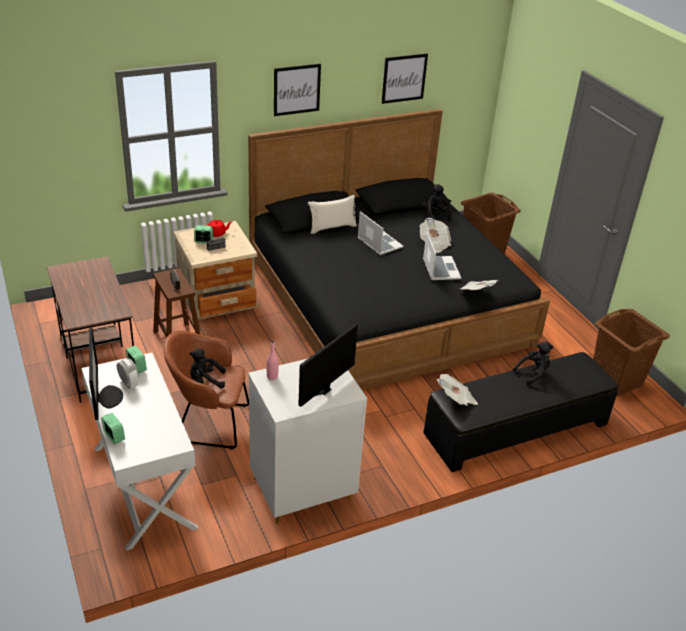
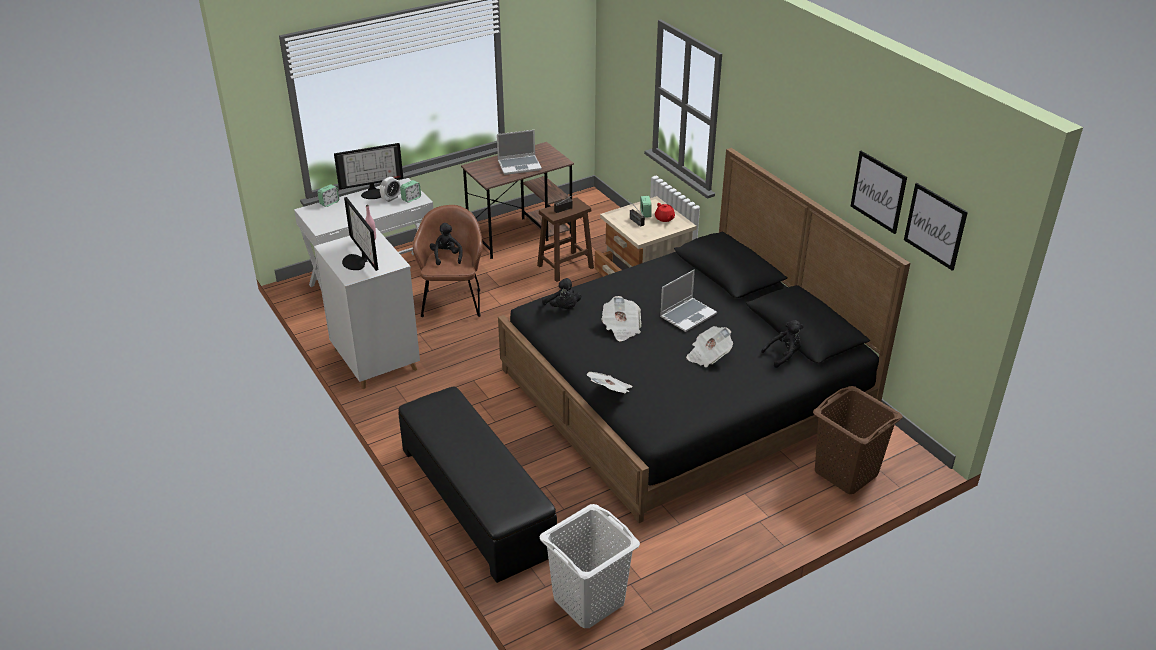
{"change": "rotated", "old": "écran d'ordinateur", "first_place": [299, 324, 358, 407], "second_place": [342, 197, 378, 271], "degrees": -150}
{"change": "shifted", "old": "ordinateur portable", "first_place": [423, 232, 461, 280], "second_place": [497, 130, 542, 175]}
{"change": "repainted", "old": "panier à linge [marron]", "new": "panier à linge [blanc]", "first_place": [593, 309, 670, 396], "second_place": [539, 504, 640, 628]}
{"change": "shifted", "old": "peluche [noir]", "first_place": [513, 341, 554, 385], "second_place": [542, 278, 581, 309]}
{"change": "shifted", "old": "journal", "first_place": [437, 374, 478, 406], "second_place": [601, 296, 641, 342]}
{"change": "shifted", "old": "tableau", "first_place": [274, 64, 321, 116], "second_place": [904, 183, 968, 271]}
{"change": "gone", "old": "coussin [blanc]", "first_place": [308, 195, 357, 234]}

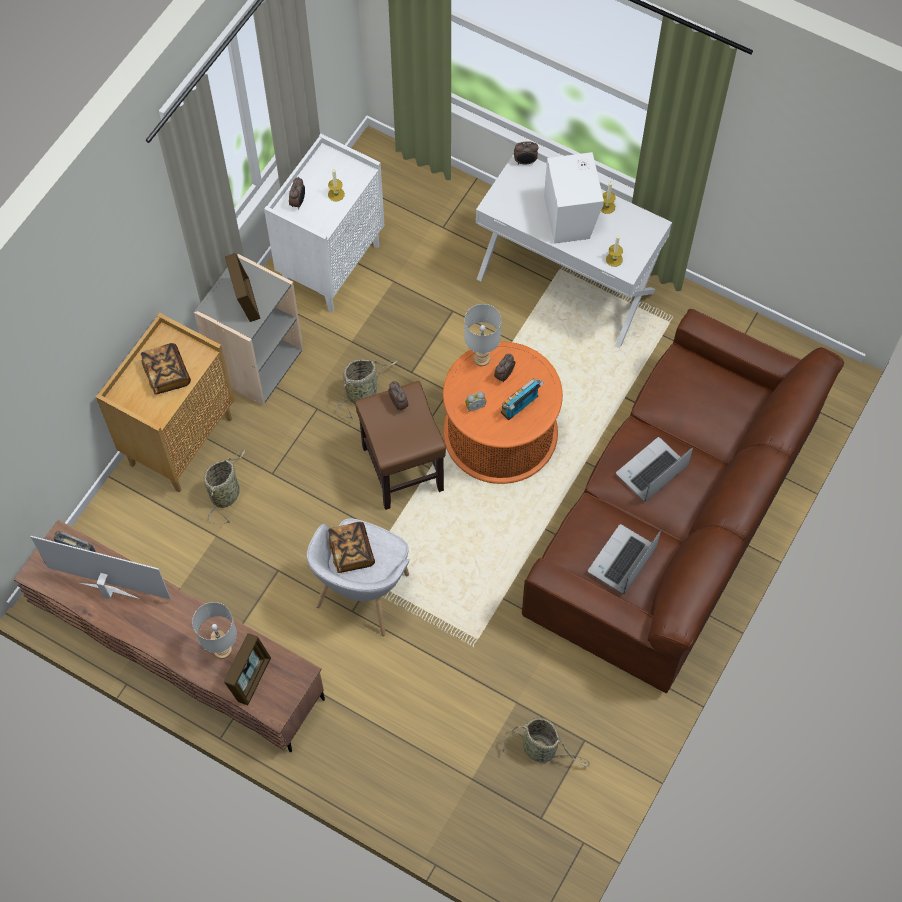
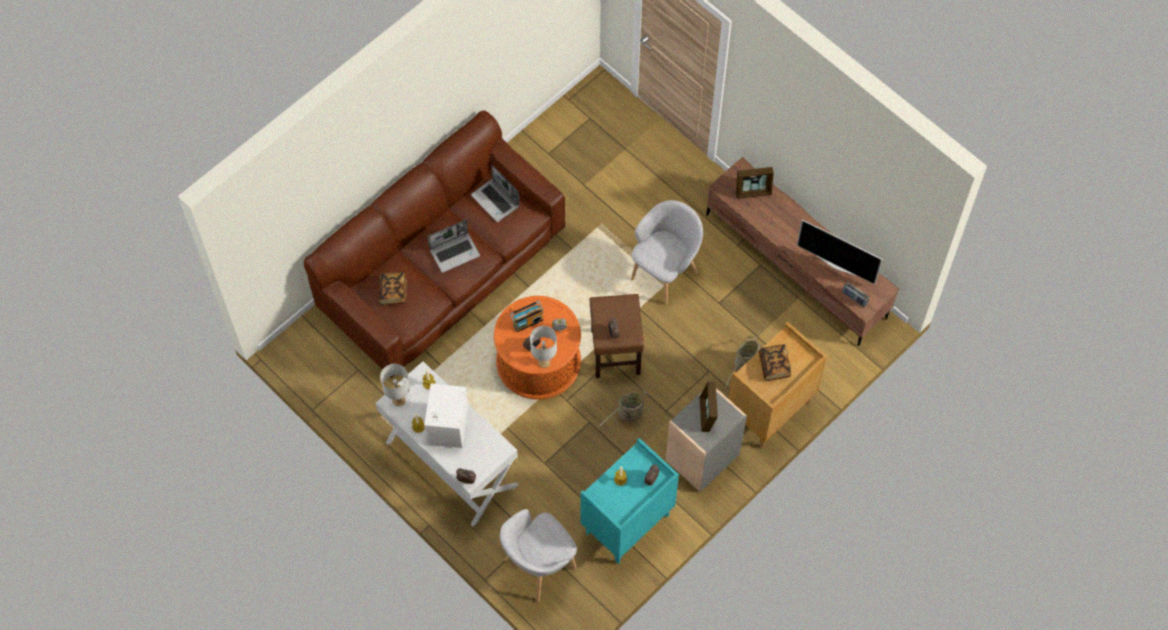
{"change": "shifted", "old": "livre", "first_place": [328, 522, 375, 573], "second_place": [379, 272, 407, 305]}
{"change": "shifted", "old": "lampe de table [gris]", "first_place": [192, 602, 237, 659], "second_place": [380, 364, 410, 406]}
{"change": "rotated", "old": "ordinateur portable", "first_place": [588, 524, 661, 594], "second_place": [471, 165, 520, 222], "degrees": 90}
{"change": "new", "new": "fauteuil [gris]", "second_place": [500, 509, 577, 602]}
{"change": "repainted", "old": "meuble de rangement [blanc]", "new": "meuble de rangement [turquoise]", "first_place": [264, 134, 385, 312], "second_place": [580, 438, 679, 564]}
{"change": "rotated", "old": "cadre photo", "first_place": [224, 633, 271, 705], "second_place": [736, 167, 774, 199], "degrees": -135}
{"change": "gone", "old": "panier", "first_place": [503, 718, 590, 767]}

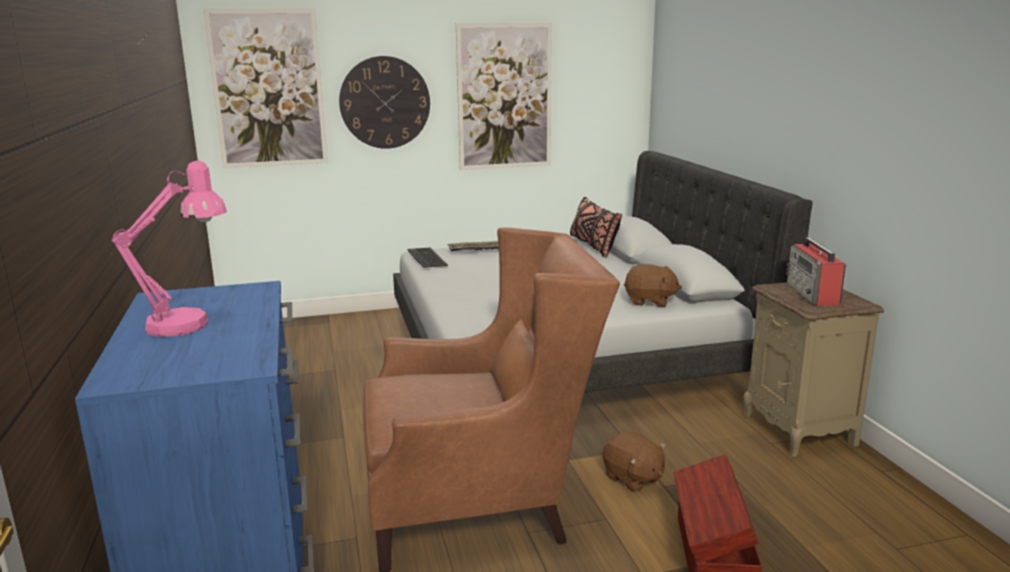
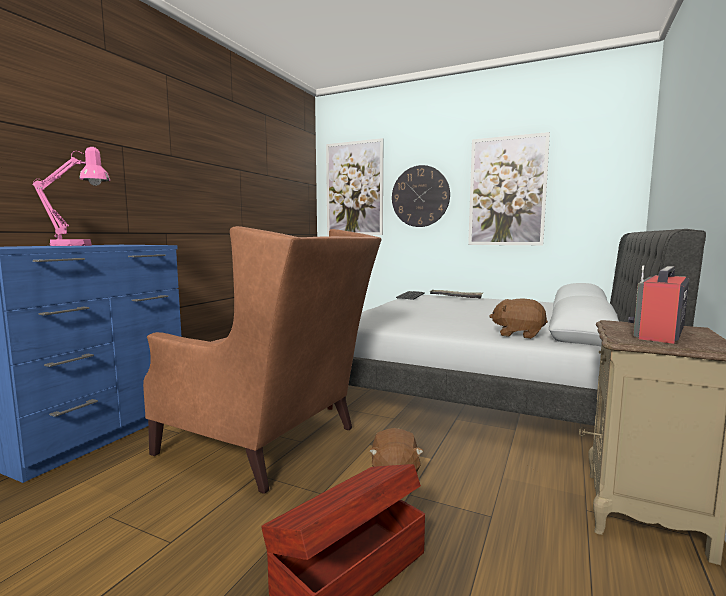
{"change": "rotated", "old": "peluche [marron]", "first_place": [624, 264, 682, 307], "second_place": [489, 299, 548, 339], "degrees": 150}
{"change": "gone", "old": "coussin [noir]", "first_place": [570, 197, 622, 258]}

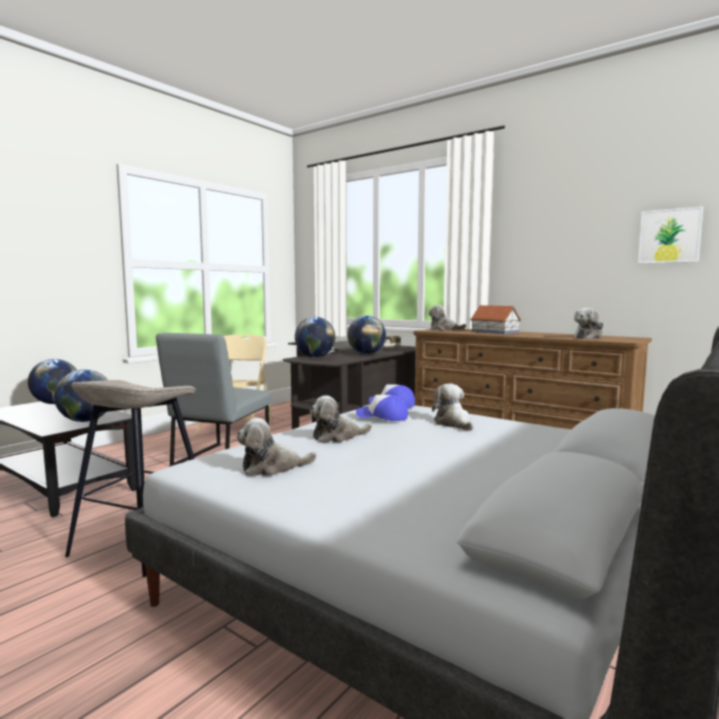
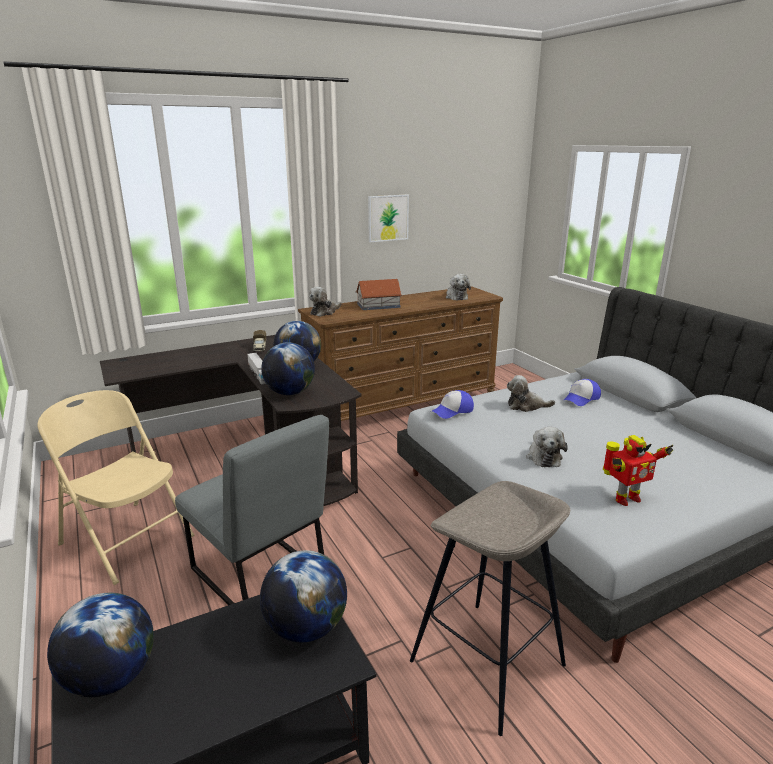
{"change": "shifted", "old": "tableau", "first_place": [638, 206, 703, 264], "second_place": [368, 194, 409, 242]}
{"change": "shifted", "old": "casquette", "first_place": [356, 395, 408, 421], "second_place": [564, 379, 601, 406]}
{"change": "swapped", "old": "peluche", "new": "robot jouet", "first_place": [237, 418, 317, 476], "second_place": [603, 435, 674, 506]}

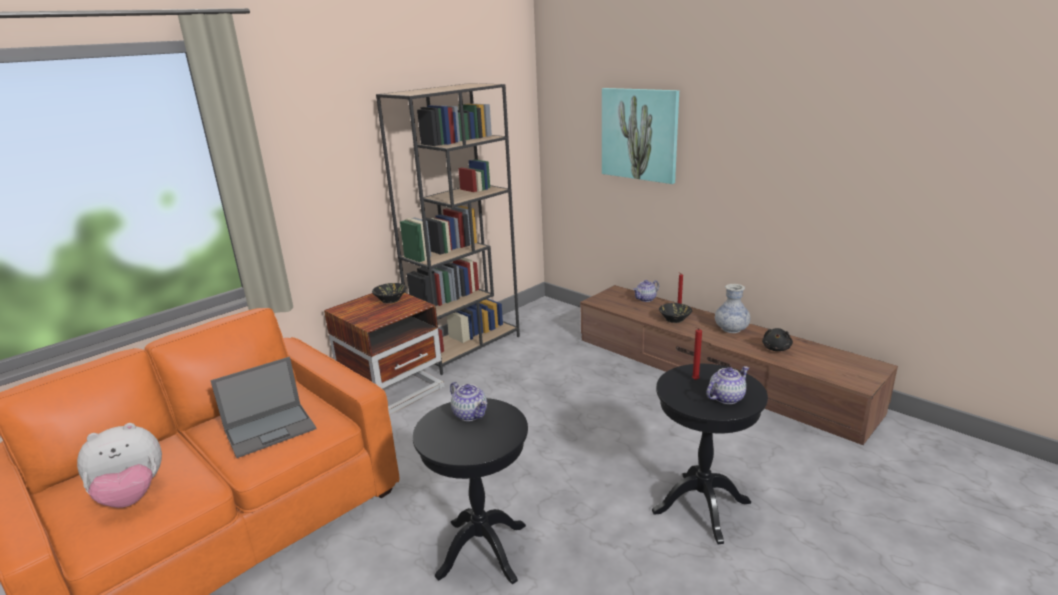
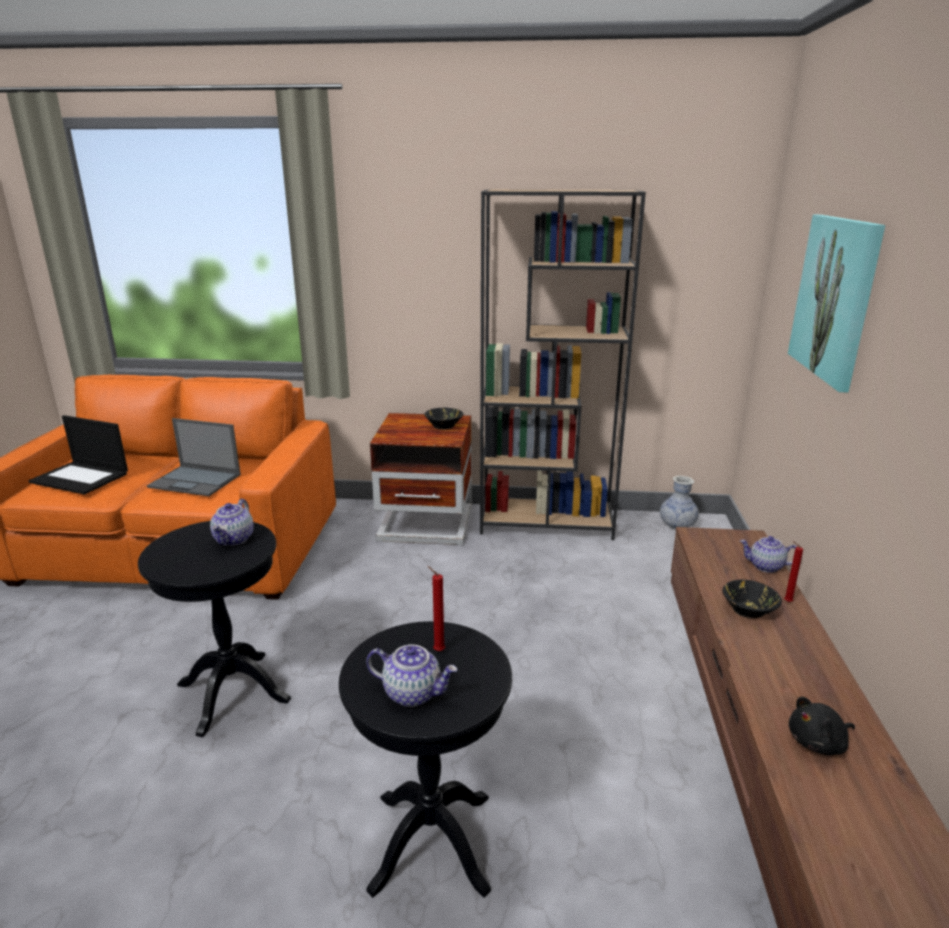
{"change": "swapped", "old": "peluche", "new": "ordinateur portable", "first_place": [77, 423, 162, 508], "second_place": [28, 415, 128, 495]}
{"change": "shifted", "old": "vase", "first_place": [715, 284, 751, 333], "second_place": [660, 475, 699, 529]}

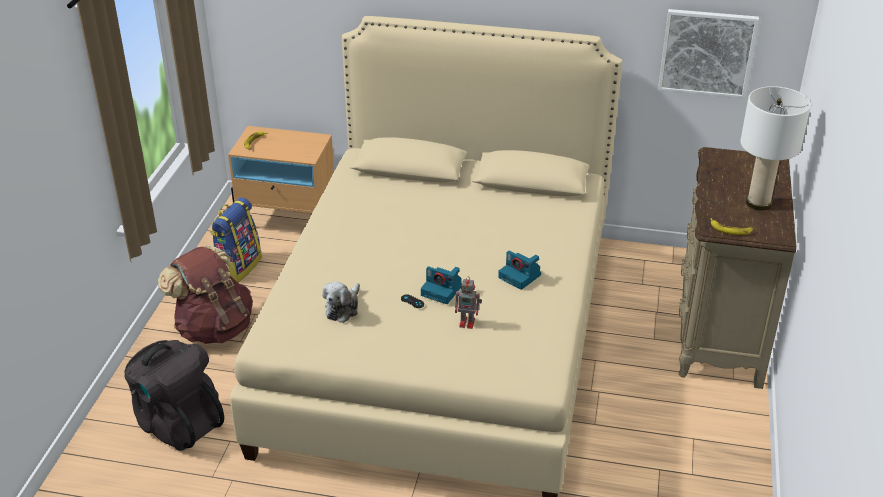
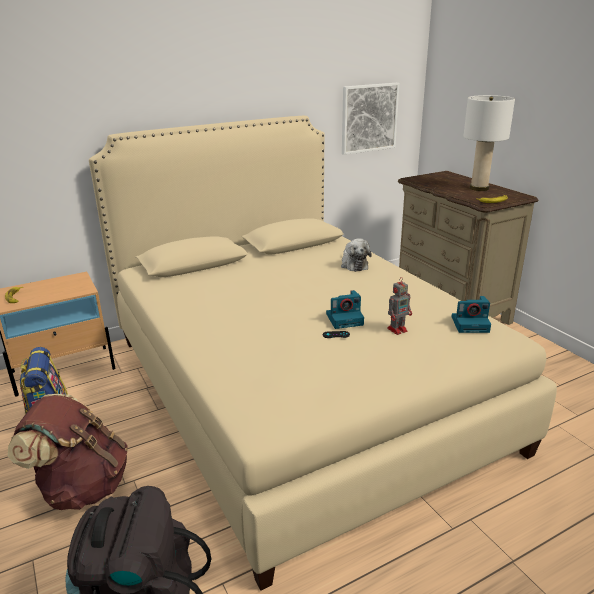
{"change": "shifted", "old": "peluche", "first_place": [322, 282, 360, 323], "second_place": [341, 238, 372, 272]}
{"change": "shifted", "old": "appareil photo", "first_place": [498, 251, 541, 290], "second_place": [451, 296, 491, 333]}

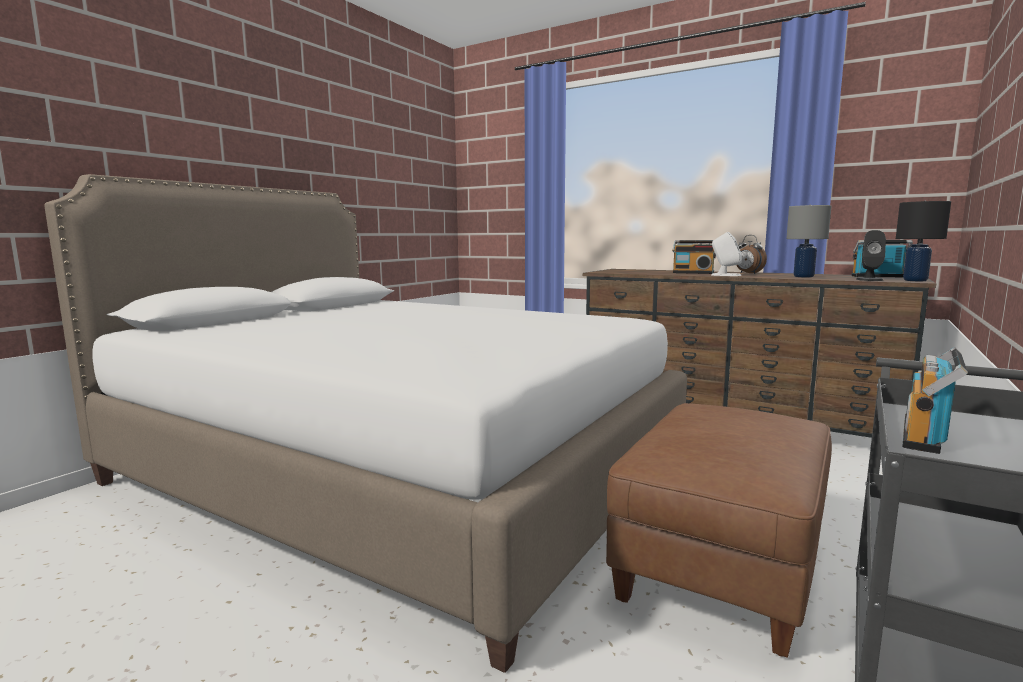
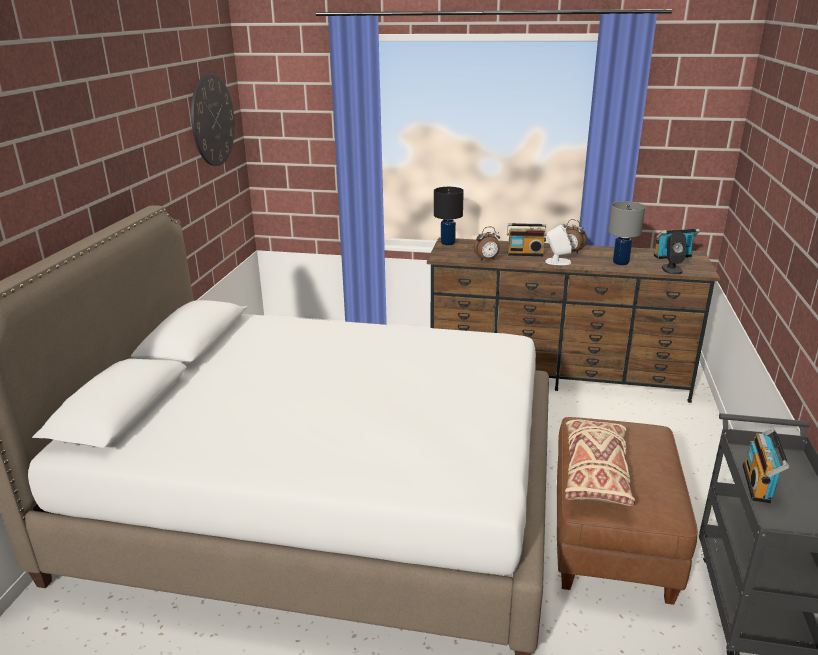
{"change": "new", "new": "horloge murale", "second_place": [191, 74, 235, 166]}
{"change": "shifted", "old": "lampe de table [noir]", "first_place": [896, 201, 951, 281], "second_place": [434, 187, 464, 245]}
{"change": "new", "new": "réveil", "second_place": [473, 227, 500, 261]}
{"change": "new", "new": "coussin [beige]", "second_place": [565, 419, 635, 506]}

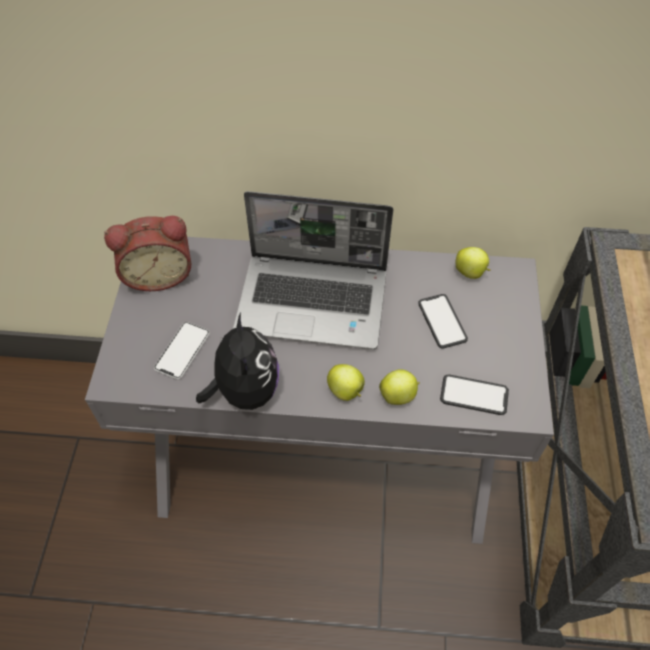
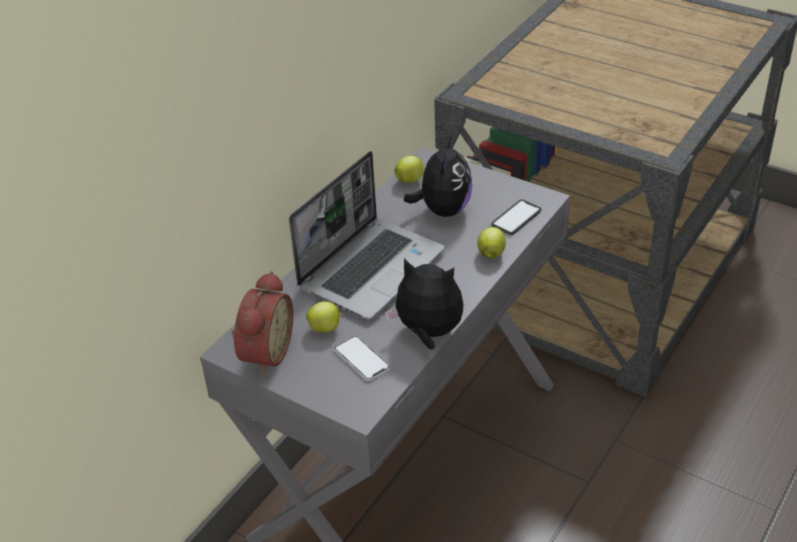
{"change": "shifted", "old": "pomme", "first_place": [327, 364, 365, 401], "second_place": [306, 301, 342, 332]}
{"change": "swapped", "old": "téléphone", "new": "peluche", "first_place": [418, 294, 468, 349], "second_place": [404, 135, 472, 217]}

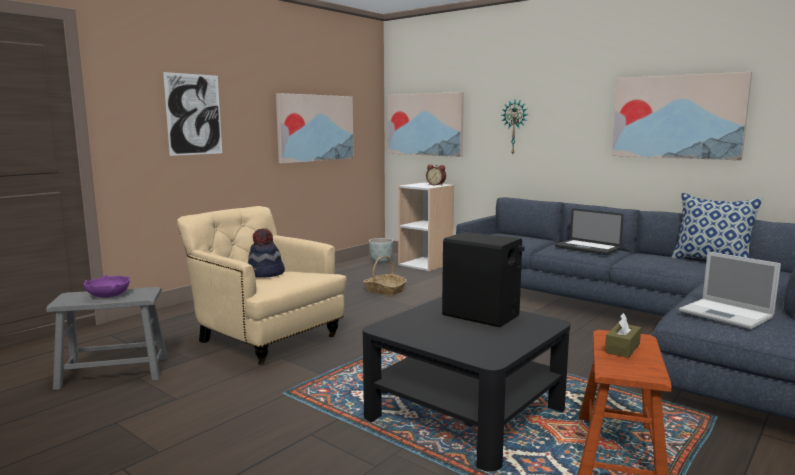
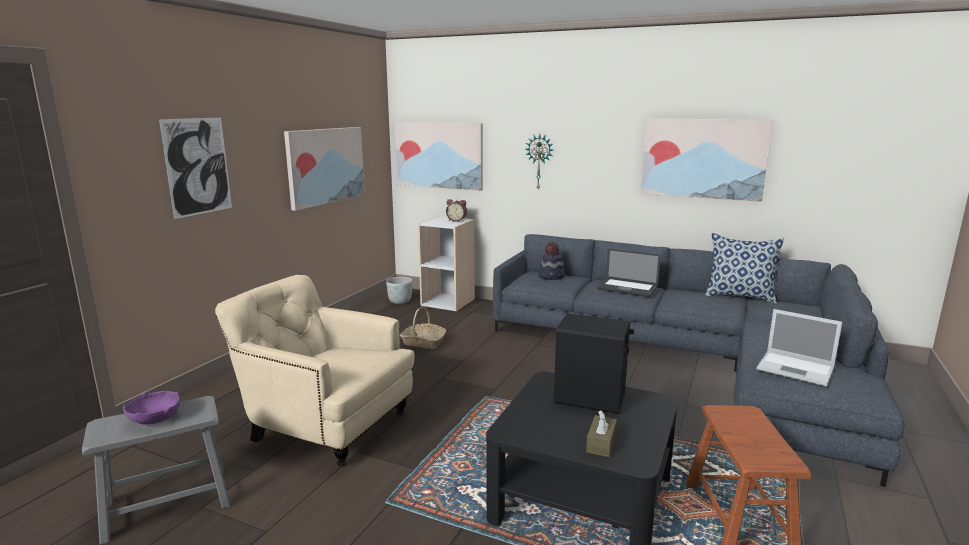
{"change": "shifted", "old": "chapeau", "first_place": [248, 229, 285, 278], "second_place": [539, 242, 565, 280]}
{"change": "shifted", "old": "boîte à mouchoirs [marron]", "first_place": [605, 313, 641, 358], "second_place": [586, 410, 617, 457]}

